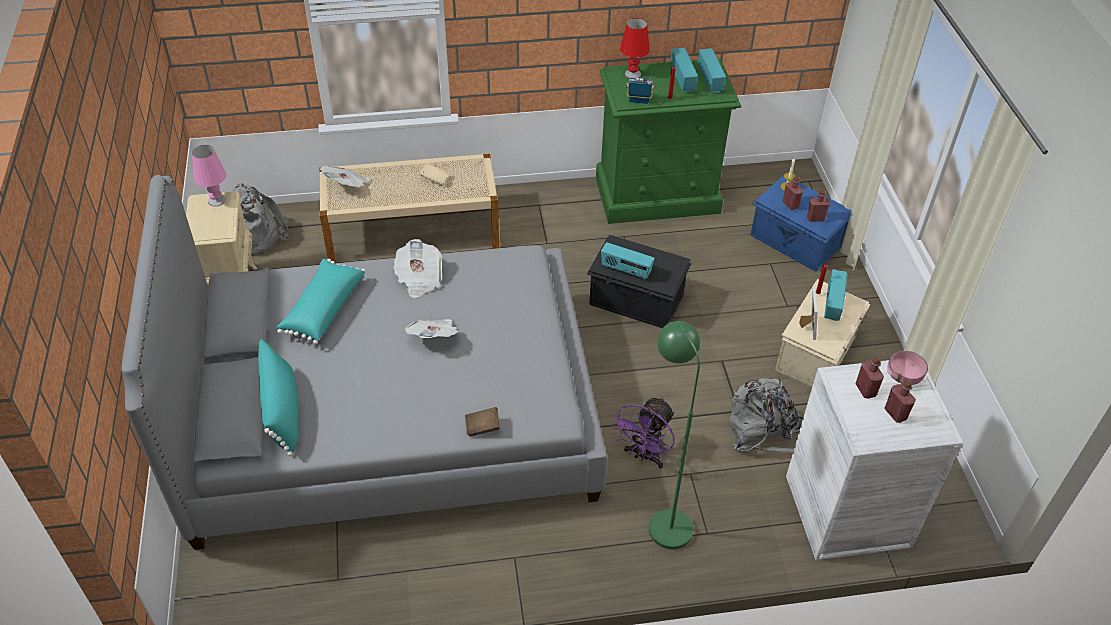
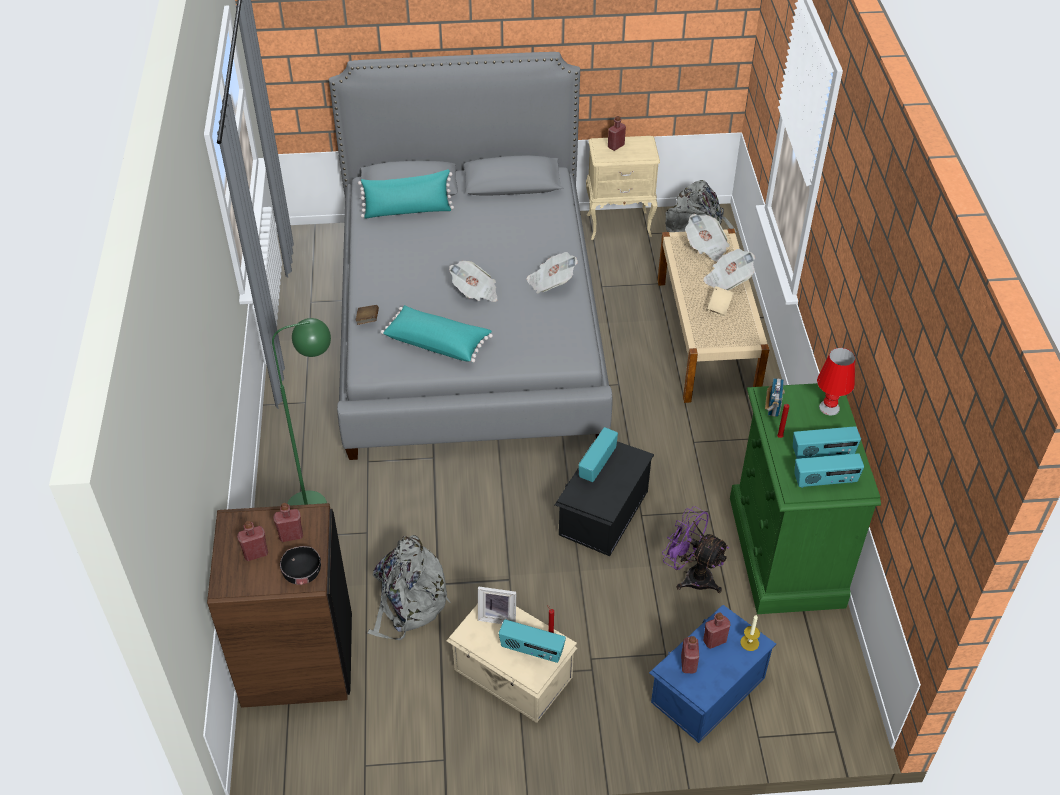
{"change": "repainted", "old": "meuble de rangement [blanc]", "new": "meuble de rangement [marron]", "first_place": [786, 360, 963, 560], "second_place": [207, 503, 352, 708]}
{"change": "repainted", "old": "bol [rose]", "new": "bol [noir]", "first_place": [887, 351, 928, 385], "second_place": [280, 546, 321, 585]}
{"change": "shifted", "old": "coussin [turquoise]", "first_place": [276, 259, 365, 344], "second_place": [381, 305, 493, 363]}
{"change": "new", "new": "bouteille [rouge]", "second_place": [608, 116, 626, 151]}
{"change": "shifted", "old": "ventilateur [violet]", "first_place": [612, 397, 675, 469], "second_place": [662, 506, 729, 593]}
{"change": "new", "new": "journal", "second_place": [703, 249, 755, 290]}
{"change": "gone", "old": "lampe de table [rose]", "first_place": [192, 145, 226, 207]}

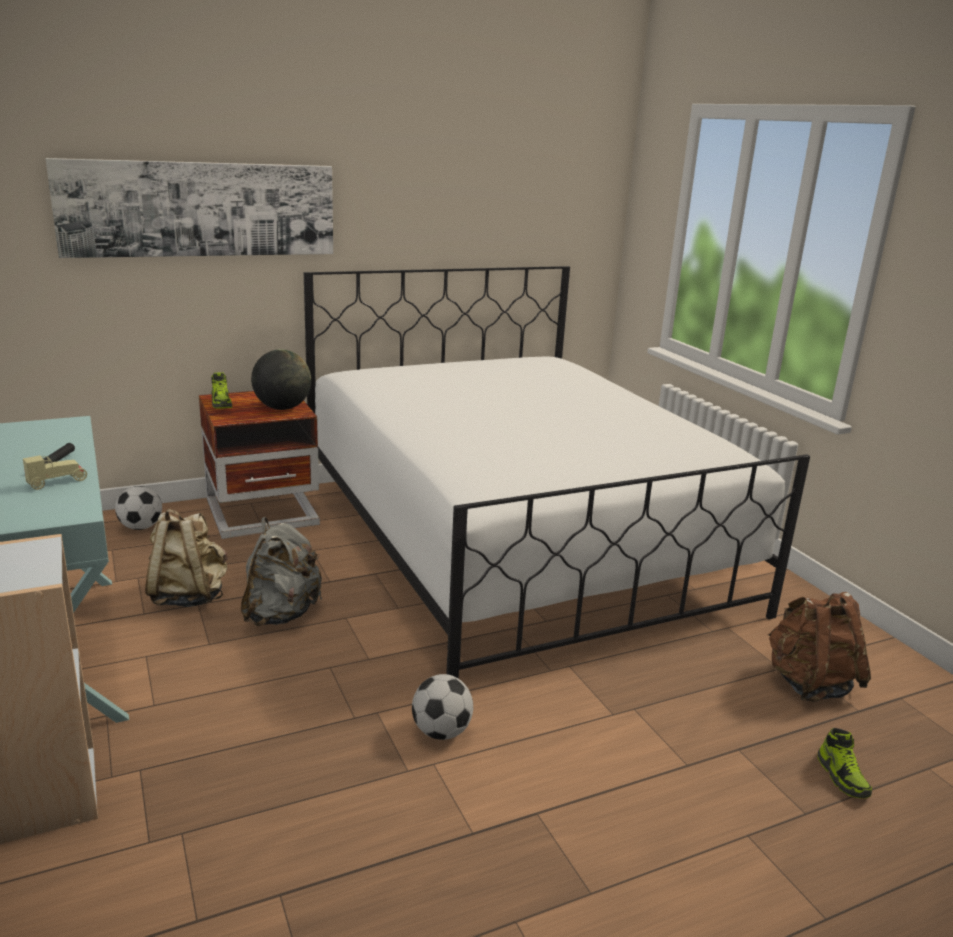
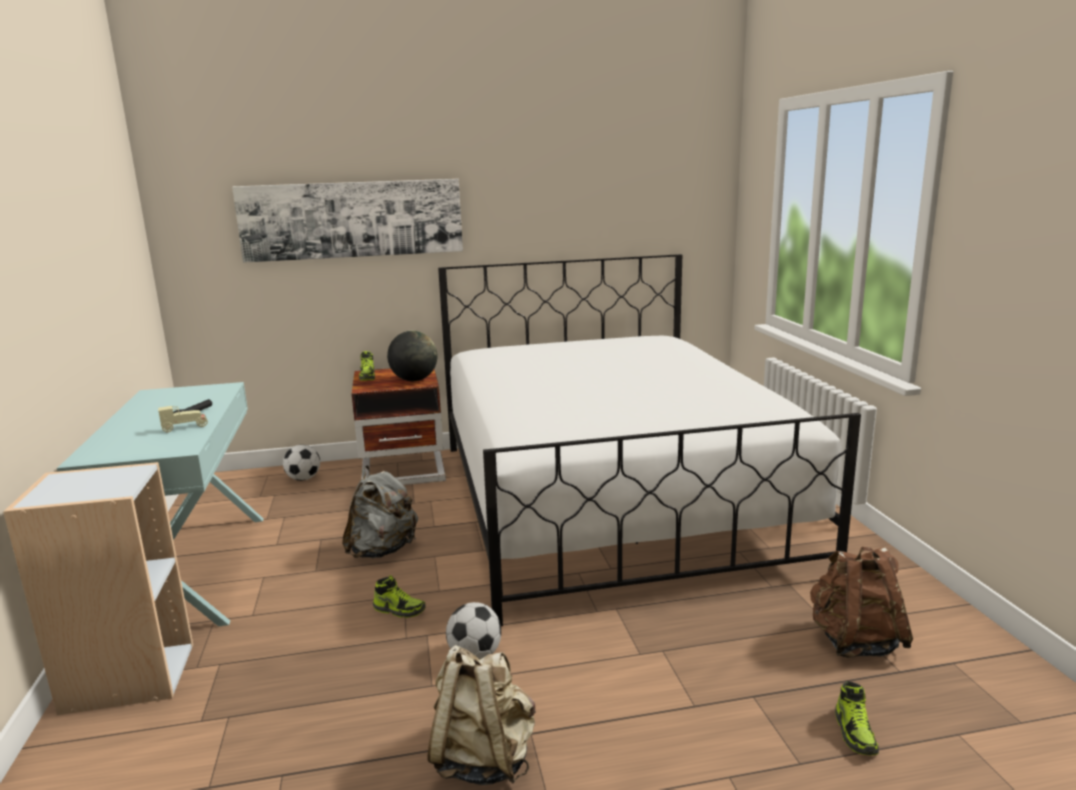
{"change": "new", "new": "chaussure", "second_place": [373, 575, 426, 618]}
{"change": "shifted", "old": "sac à dos [beige]", "first_place": [145, 509, 228, 607], "second_place": [427, 645, 535, 785]}

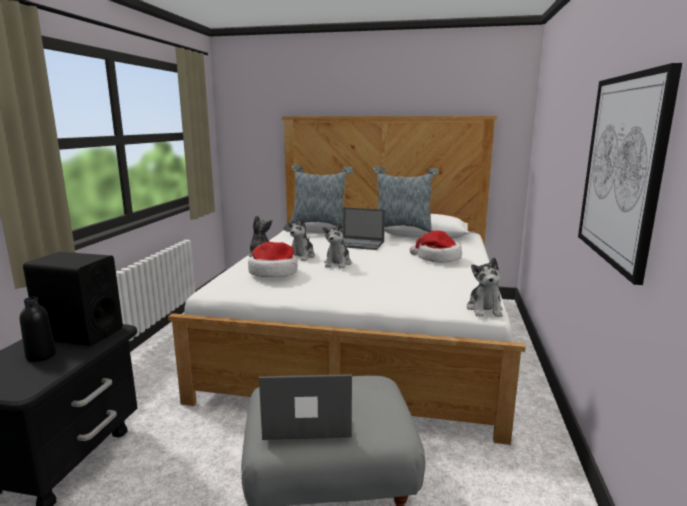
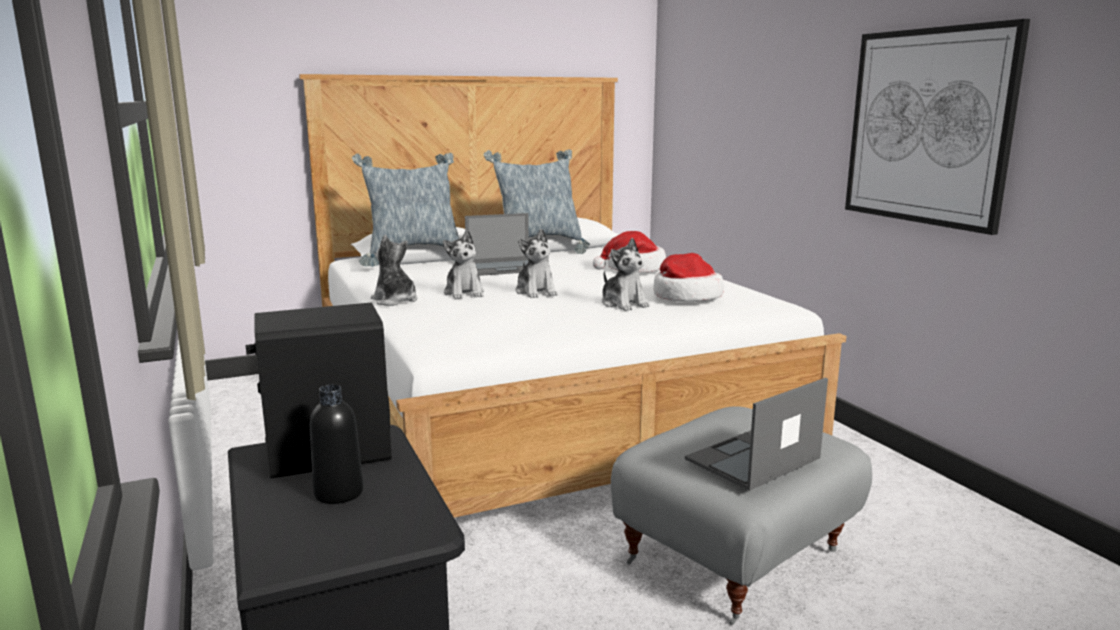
{"change": "shifted", "old": "peluche", "first_place": [467, 257, 503, 317], "second_place": [602, 238, 650, 311]}
{"change": "shifted", "old": "chapeau", "first_place": [248, 242, 298, 277], "second_place": [654, 253, 724, 302]}

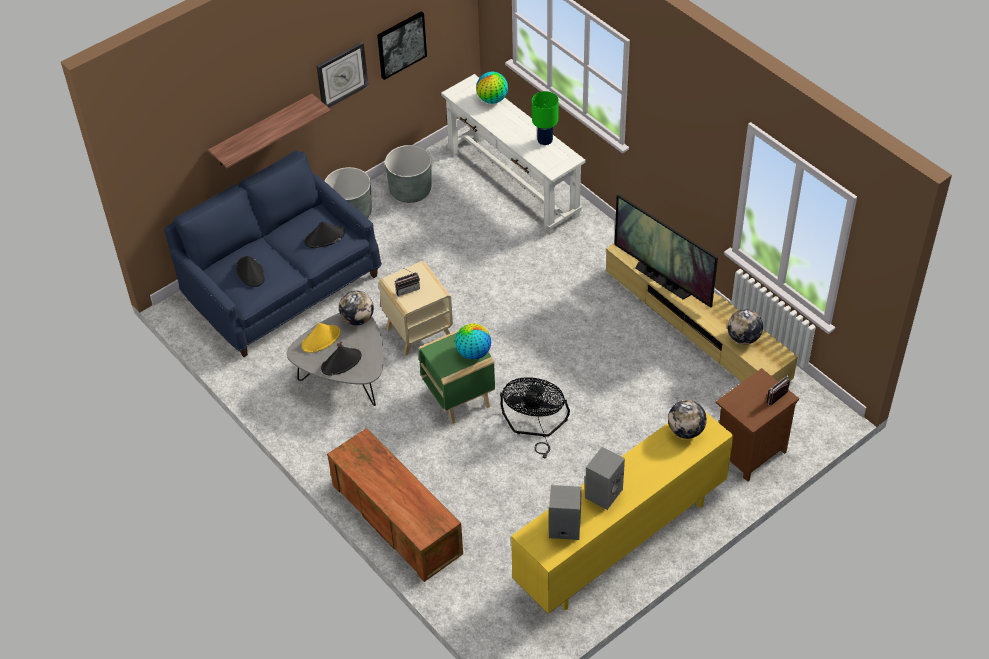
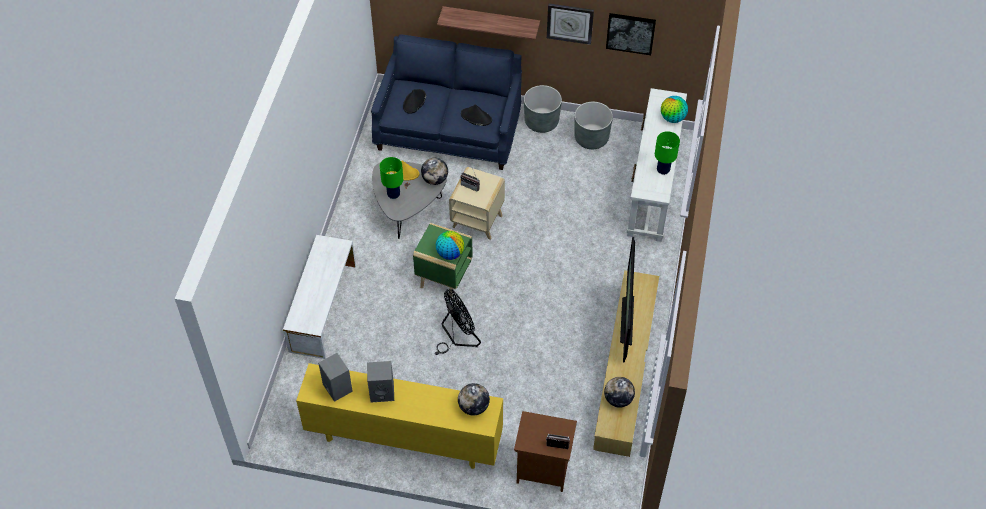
{"change": "repainted", "old": "banc [marron]", "new": "banc [blanc]", "first_place": [327, 428, 463, 582], "second_place": [283, 235, 356, 359]}
{"change": "swapped", "old": "chapeau [noir]", "new": "lampe de table [vert]", "first_place": [321, 346, 362, 375], "second_place": [380, 157, 403, 199]}

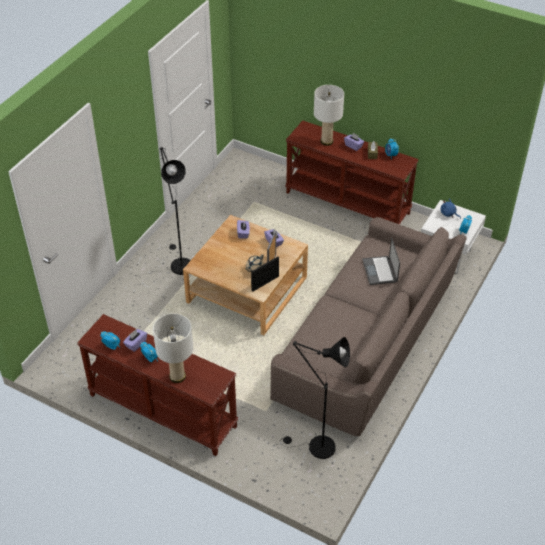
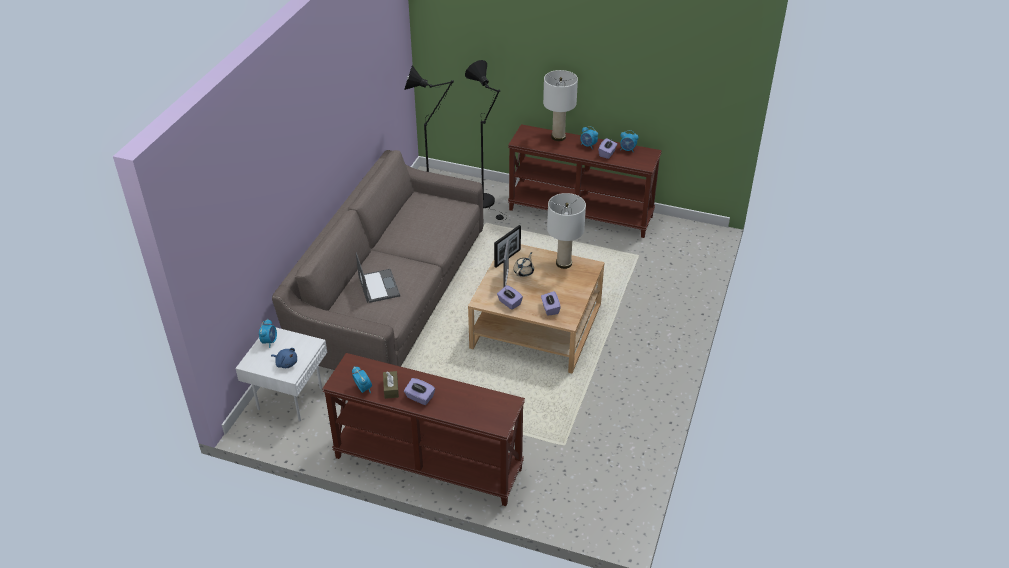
{"change": "shifted", "old": "lampadaire [noir]", "first_place": [159, 147, 191, 275], "second_place": [465, 60, 507, 220]}
{"change": "shifted", "old": "lampe de table [blanc]", "first_place": [314, 85, 344, 146], "second_place": [547, 193, 586, 269]}

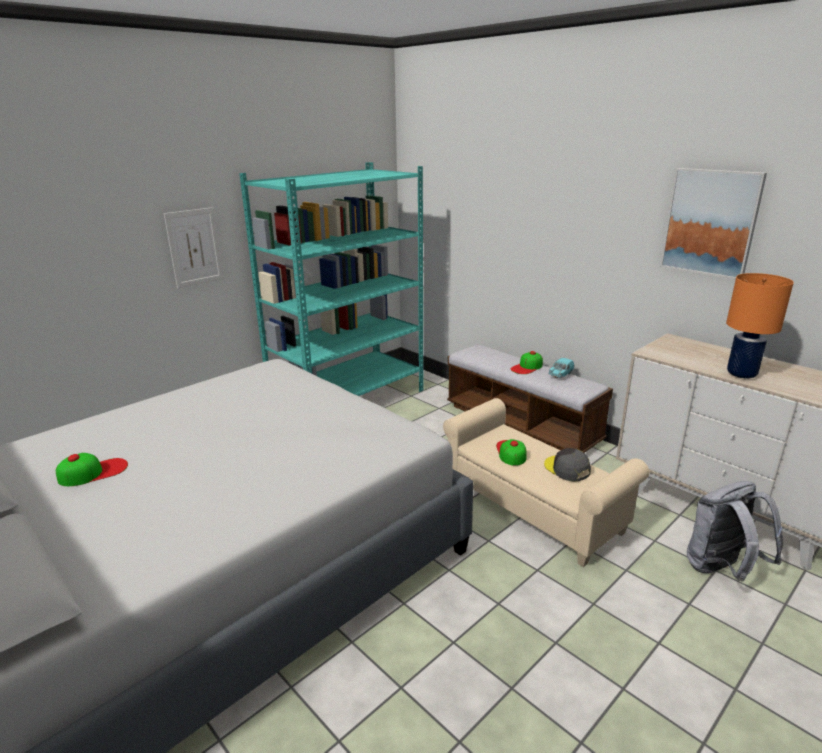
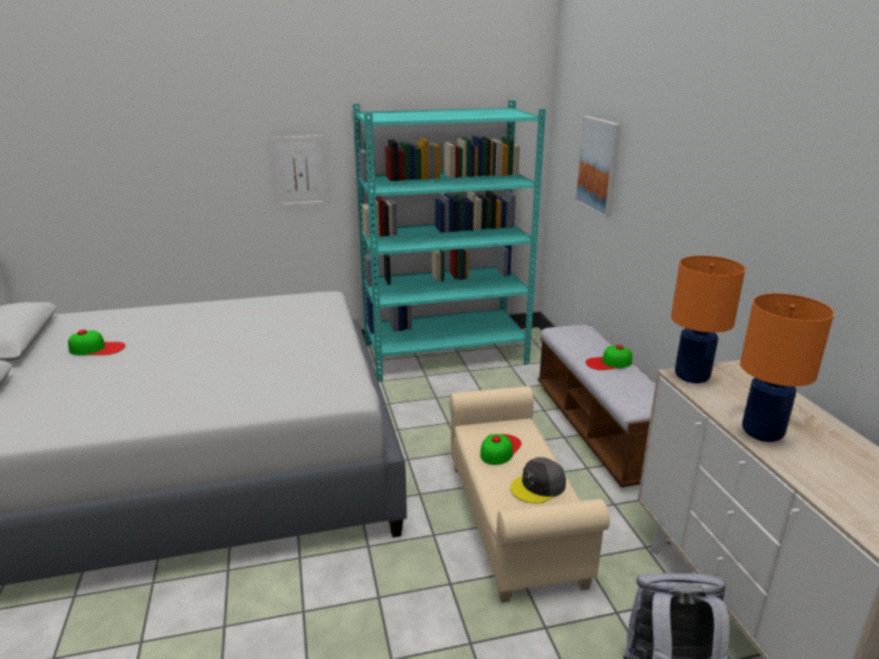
{"change": "rotated", "old": "casquette [gris]", "first_place": [544, 448, 591, 482], "second_place": [510, 457, 566, 504], "degrees": -120}
{"change": "shifted", "old": "tableau", "first_place": [660, 168, 767, 279], "second_place": [575, 116, 621, 217]}
{"change": "new", "new": "lampe de table [orange]", "second_place": [671, 256, 745, 384]}
{"change": "gone", "old": "petite voiture [turquoise]", "first_place": [548, 358, 574, 378]}

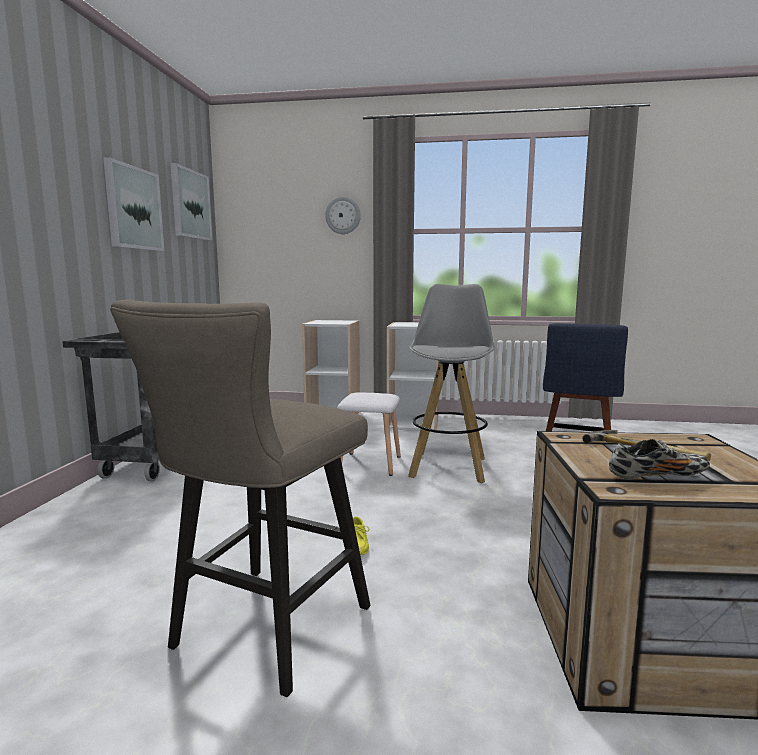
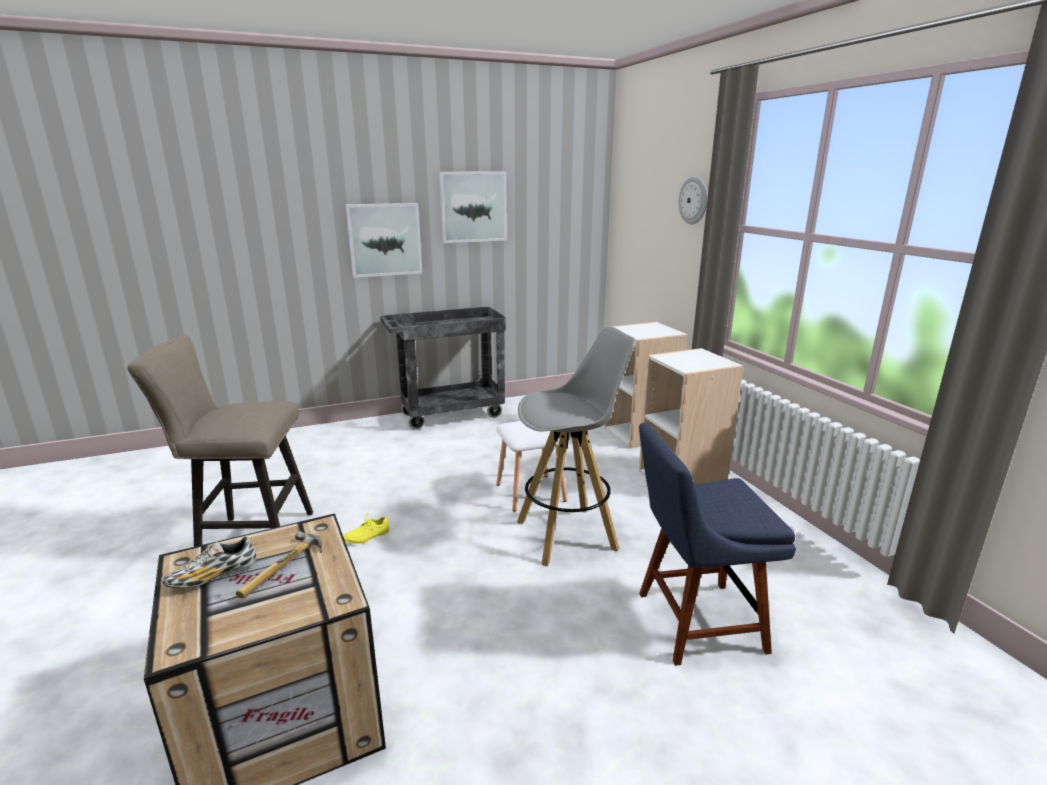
{"change": "rotated", "old": "chaussure", "first_place": [609, 439, 710, 479], "second_place": [162, 537, 256, 588], "degrees": 90}
{"change": "shifted", "old": "tableau", "first_place": [170, 163, 212, 241], "second_place": [345, 203, 422, 278]}

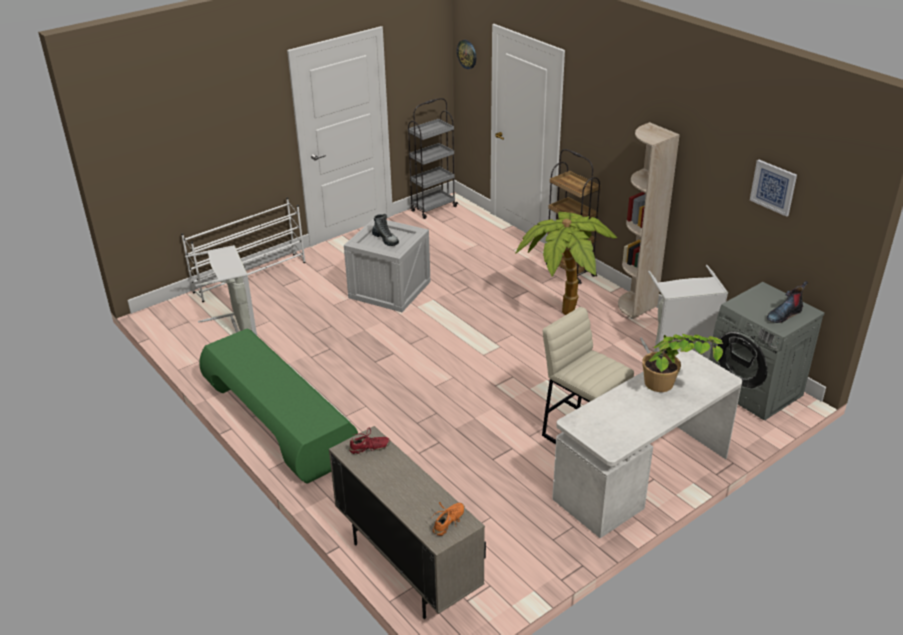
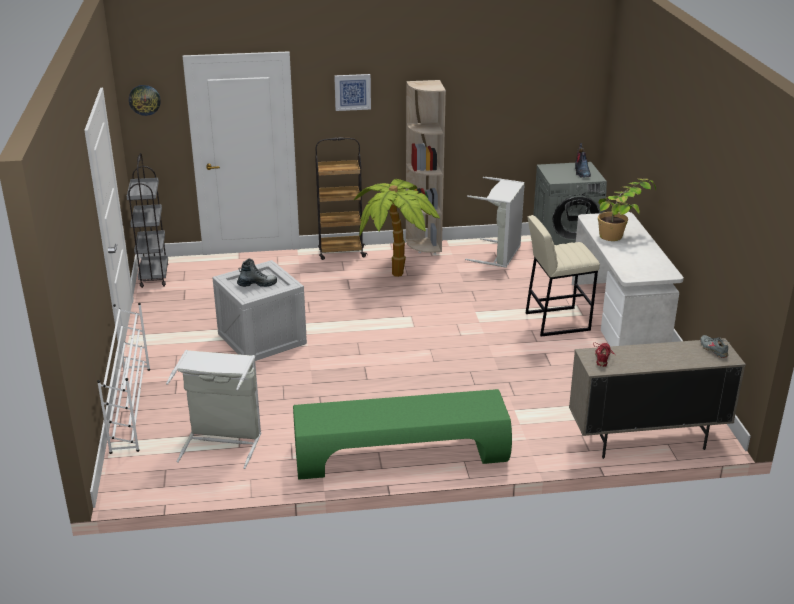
{"change": "shifted", "old": "tableau", "first_place": [750, 160, 797, 217], "second_place": [334, 74, 371, 111]}
{"change": "repainted", "old": "chaussure [orange]", "new": "chaussure [gris]", "first_place": [431, 502, 465, 536], "second_place": [700, 335, 728, 358]}

